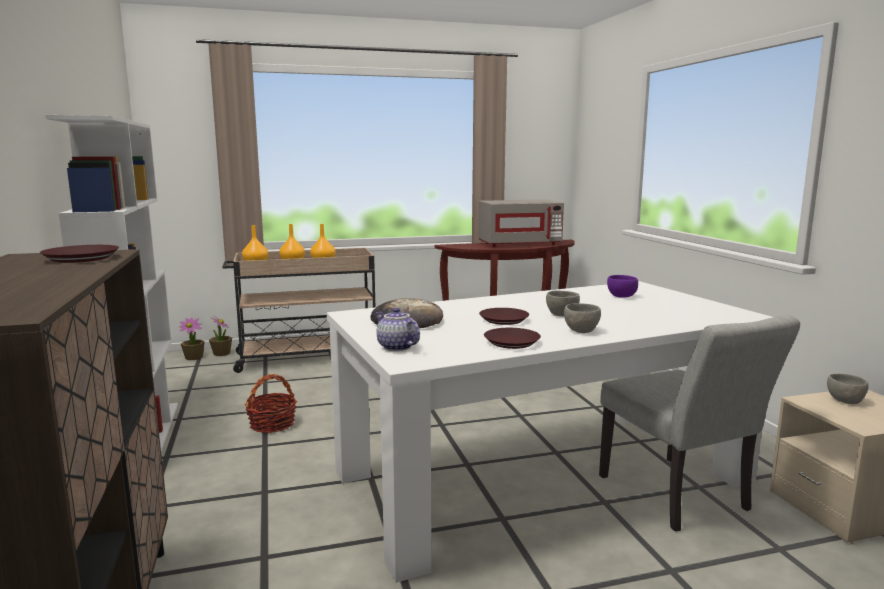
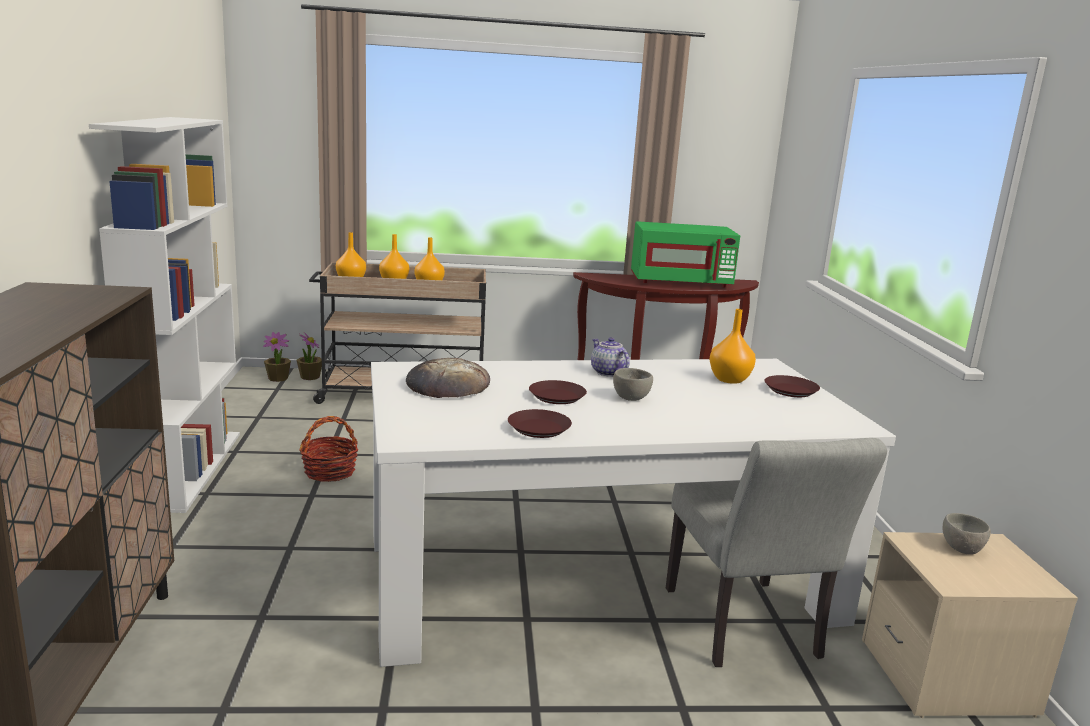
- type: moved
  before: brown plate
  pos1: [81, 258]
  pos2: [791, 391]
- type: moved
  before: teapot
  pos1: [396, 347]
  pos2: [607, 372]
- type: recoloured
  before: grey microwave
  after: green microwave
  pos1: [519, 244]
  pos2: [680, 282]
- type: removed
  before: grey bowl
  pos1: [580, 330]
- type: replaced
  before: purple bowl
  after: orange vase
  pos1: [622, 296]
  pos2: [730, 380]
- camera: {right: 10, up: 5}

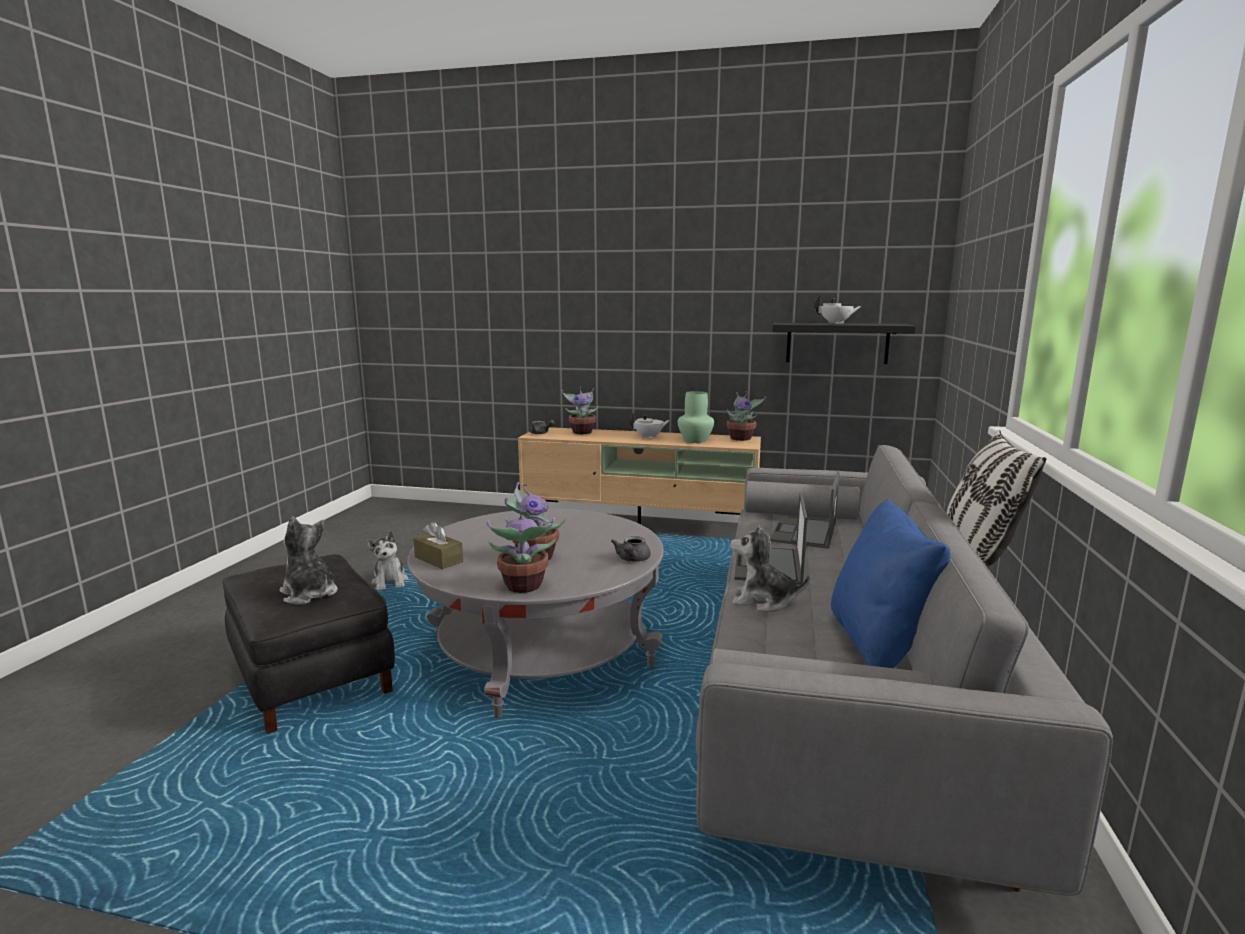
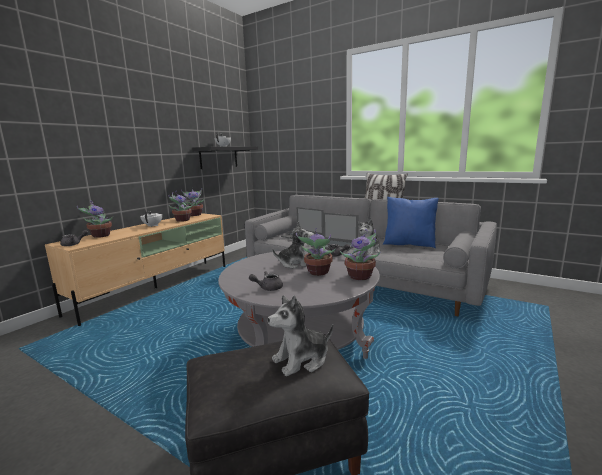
- type: moved
  before: plush toy
  pos1: [390, 582]
  pos2: [295, 264]
- type: removed
  before: brown tissue box
  pos1: [438, 559]
- type: replaced
  before: green vase
  after: potted plant
  pos1: [695, 440]
  pos2: [181, 220]
- type: added
  after: grey teapot
  pos2: [268, 288]
- camera: {right: -70, up: 0}

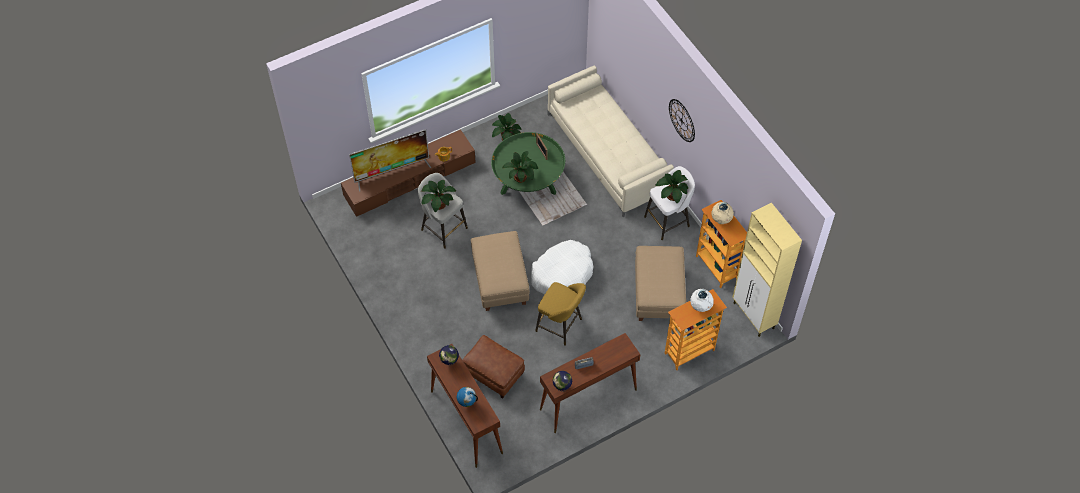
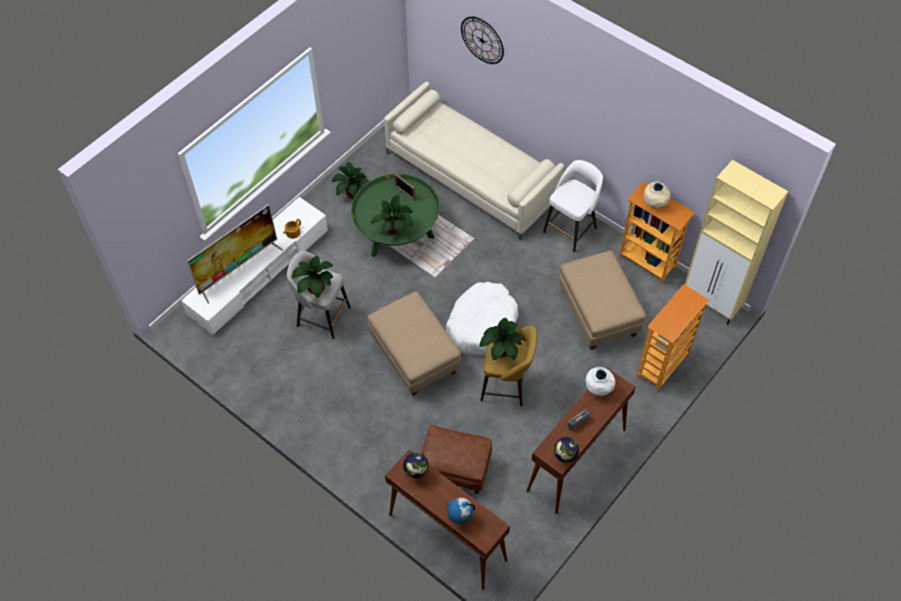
- type: recoloured
  before: brown tv stand
  after: white tv stand
  pos1: [410, 179]
  pos2: [259, 272]
- type: moved
  before: potted plant
  pos1: [672, 196]
  pos2: [501, 351]
- type: moved
  before: wall clock
  pos1: [681, 120]
  pos2: [482, 40]
- type: moved
  before: white vase
  pos1: [700, 307]
  pos2: [598, 389]
- camera: {right: -20, up: 0}

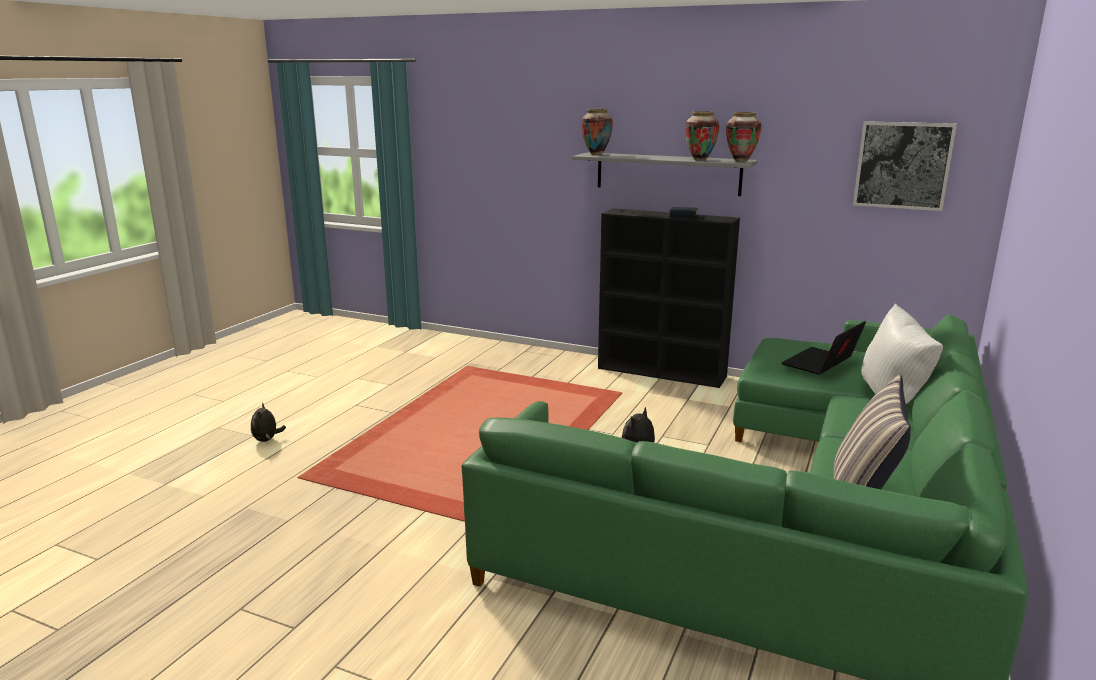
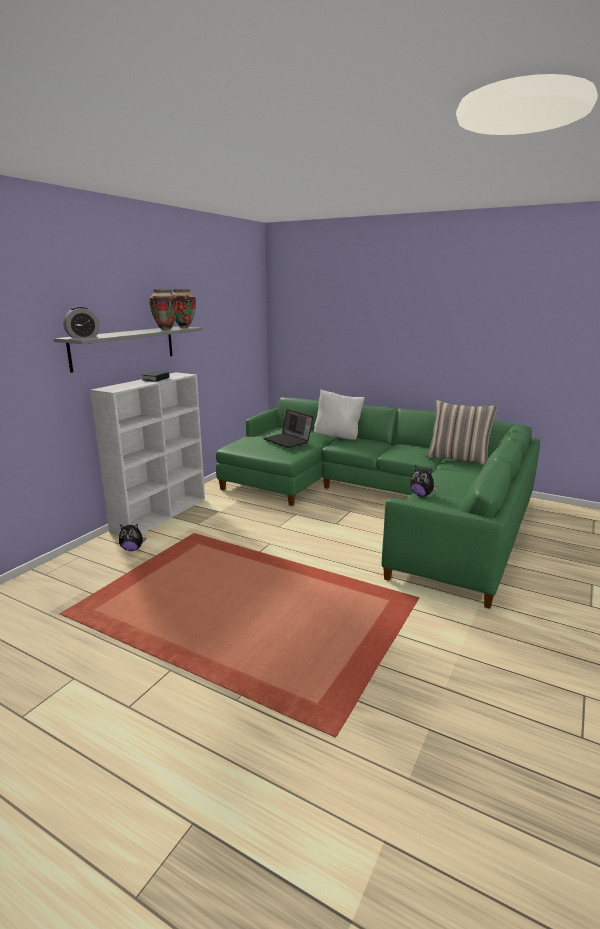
- type: moved
  before: plush toy
  pos1: [267, 440]
  pos2: [132, 549]
- type: replaced
  before: vase
  after: alarm clock
  pos1: [596, 154]
  pos2: [83, 337]
- type: recoloured
  before: black bookcase
  after: white bookcase
  pos1: [663, 372]
  pos2: [161, 514]
- type: removed
  before: picture
  pos1: [902, 165]
- camera: {right: -85, up: 0}

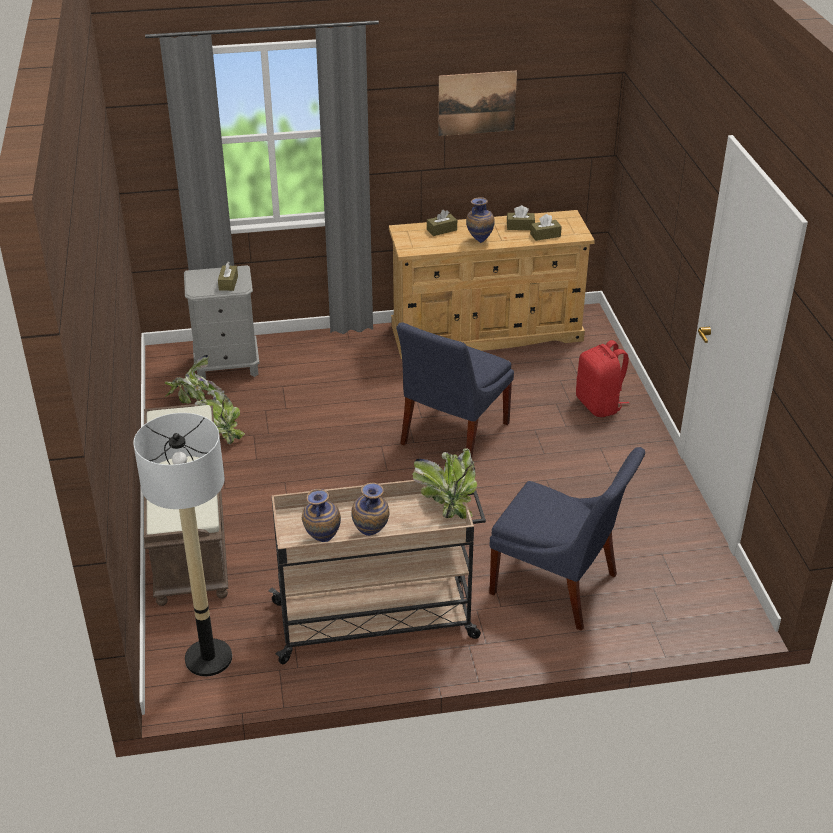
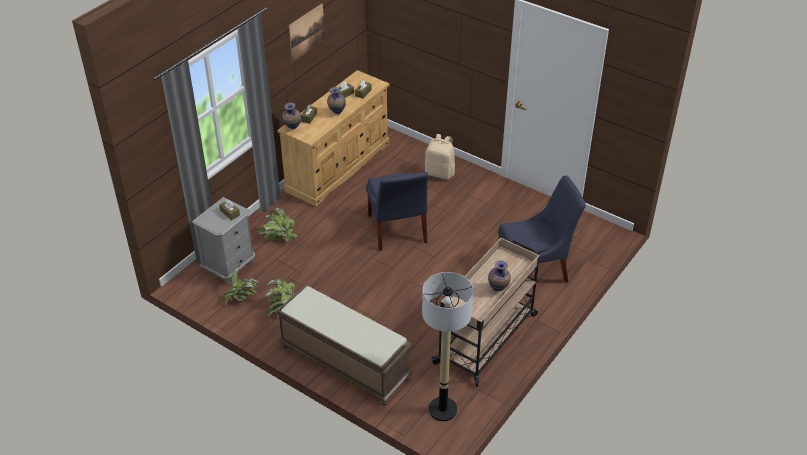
- type: moved
  before: vase
  pos1: [322, 540]
  pos2: [292, 129]
- type: moved
  before: potted plant
  pos1: [447, 503]
  pos2: [278, 237]
- type: recoloured
  before: red backpack
  after: beige backpack
  pos1: [599, 405]
  pos2: [440, 173]
- camera: {right: -45, up: 5}

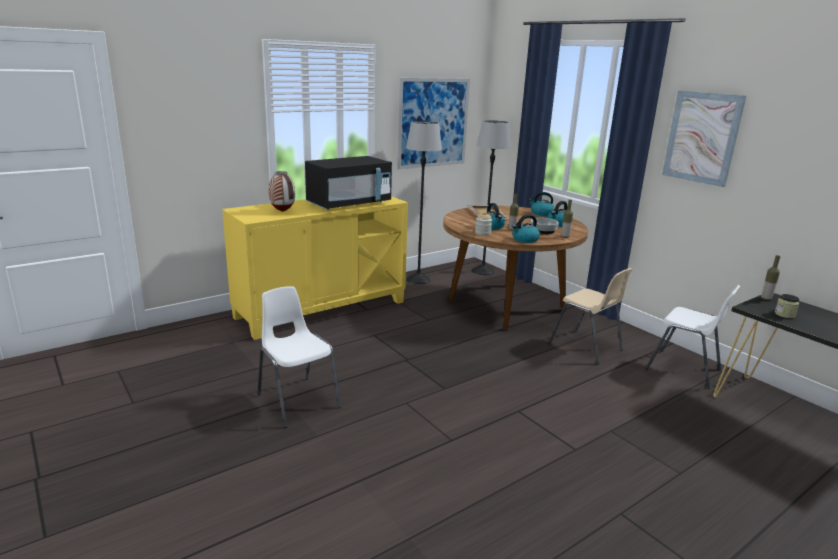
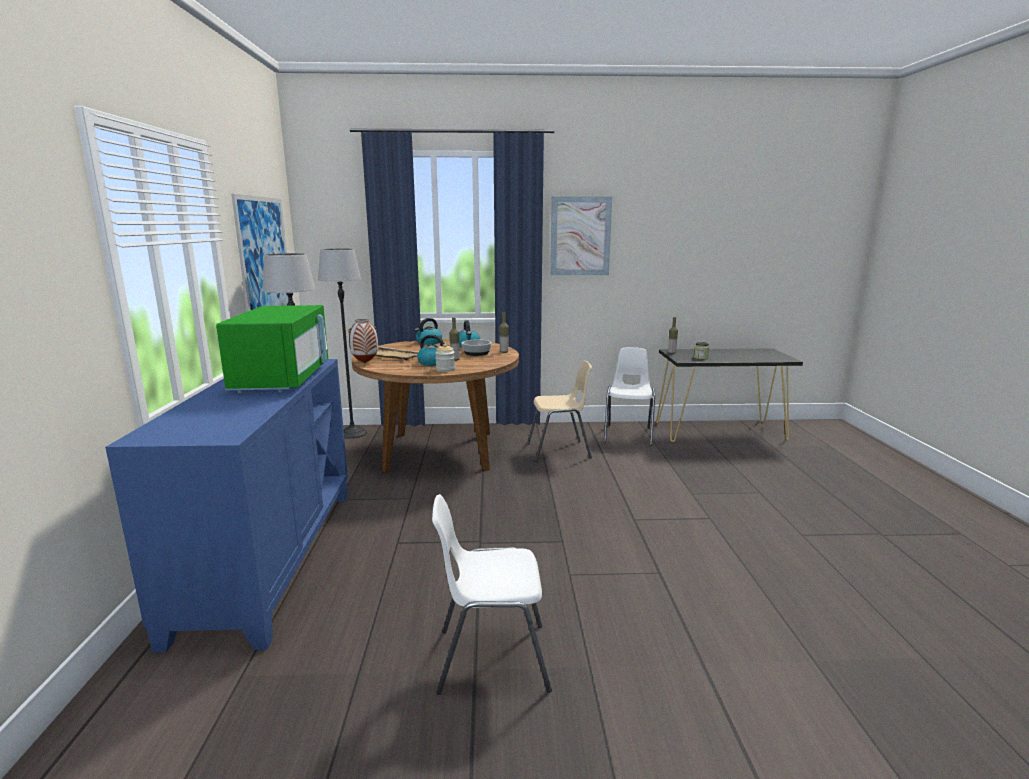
- type: recoloured
  before: yellow cabinet
  after: blue cabinet
  pos1: [321, 309]
  pos2: [270, 557]
- type: moved
  before: vase
  pos1: [282, 211]
  pos2: [364, 363]
- type: recoloured
  before: black microwave
  after: green microwave
  pos1: [349, 204]
  pos2: [283, 379]
- type: removed
  before: kettle
  pos1: [525, 240]
- type: turned
  before: white chair
  pos1: [684, 369]
  pos2: [628, 434]
  turn: -60
- camera: {right: -55, up: -5}

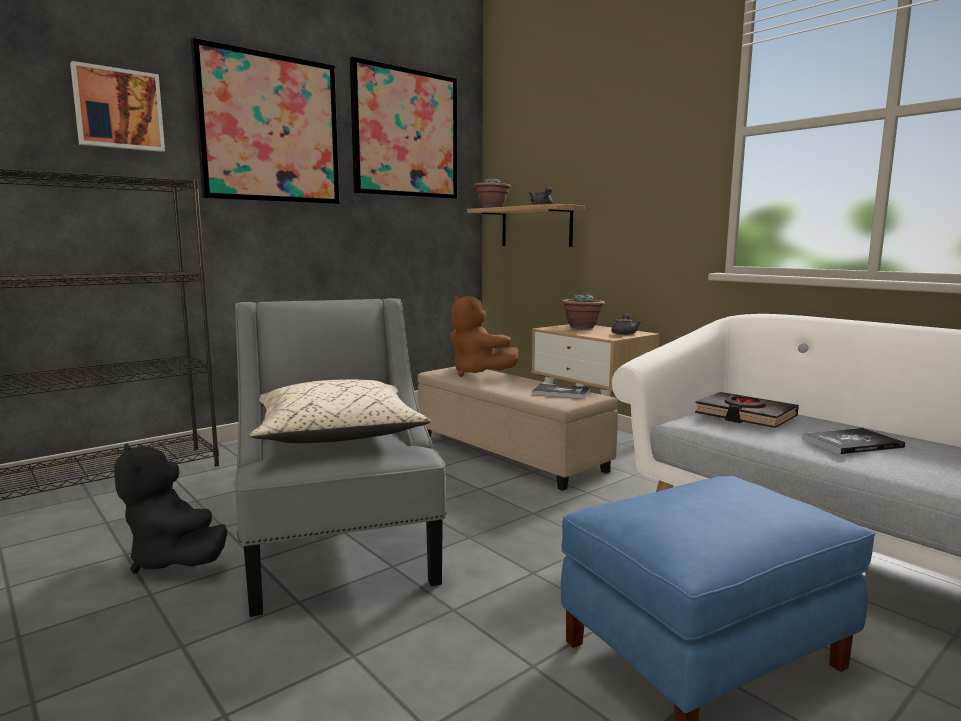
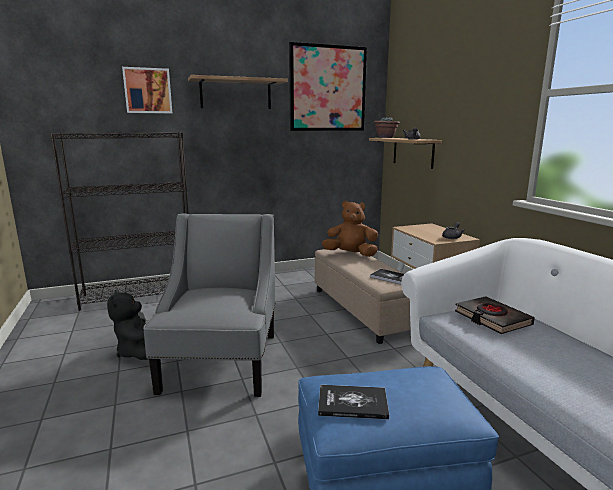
- type: replaced
  before: picture
  after: shelf
  pos1: [270, 129]
  pos2: [236, 94]
- type: removed
  before: beige pillow
  pos1: [337, 434]
- type: turned
  before: brown plush toy
  pos1: [477, 373]
  pos2: [351, 254]
  turn: 120
- type: removed
  before: potted plant
  pos1: [582, 327]
- type: moved
  before: book
  pos1: [852, 443]
  pos2: [352, 403]
- camera: {right: 20, up: 5}

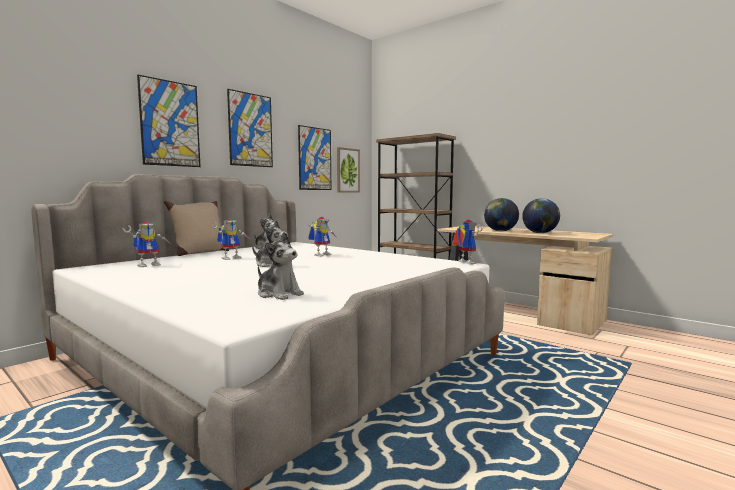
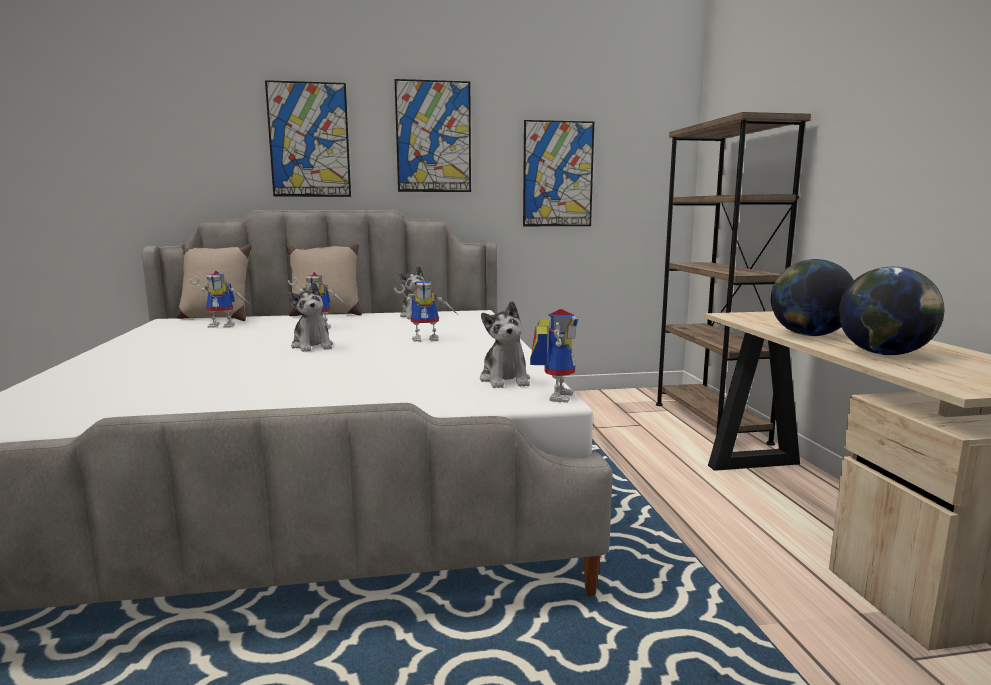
- type: moved
  before: plush toy
  pos1: [279, 294]
  pos2: [505, 380]
- type: removed
  before: picture
  pos1: [347, 170]
- type: added
  after: beige pillow
  pos2: [216, 318]
- camera: {right: 40, up: 5}

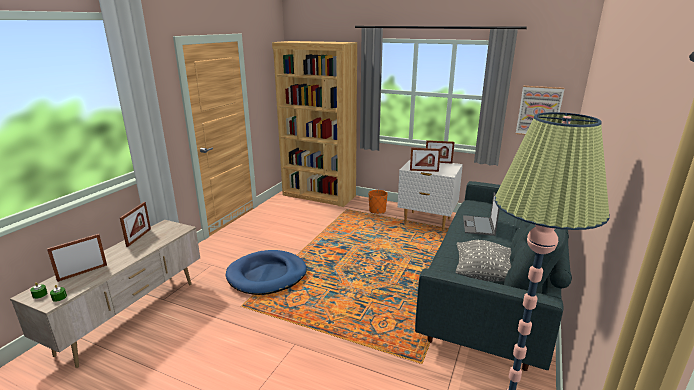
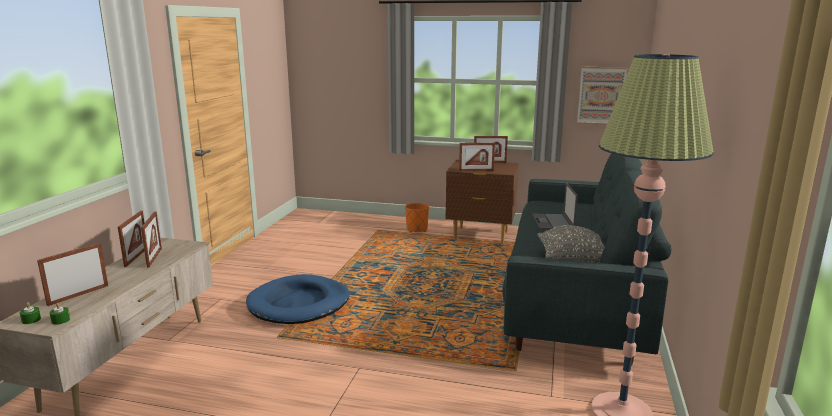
- type: removed
  before: brown bookcase
  pos1: [319, 195]
- type: recoloured
  before: white nightstand
  after: brown nightstand
  pos1: [427, 221]
  pos2: [481, 236]
- type: added
  after: picture frame
  pos2: [154, 257]
- camera: {right: -10, up: -5}

